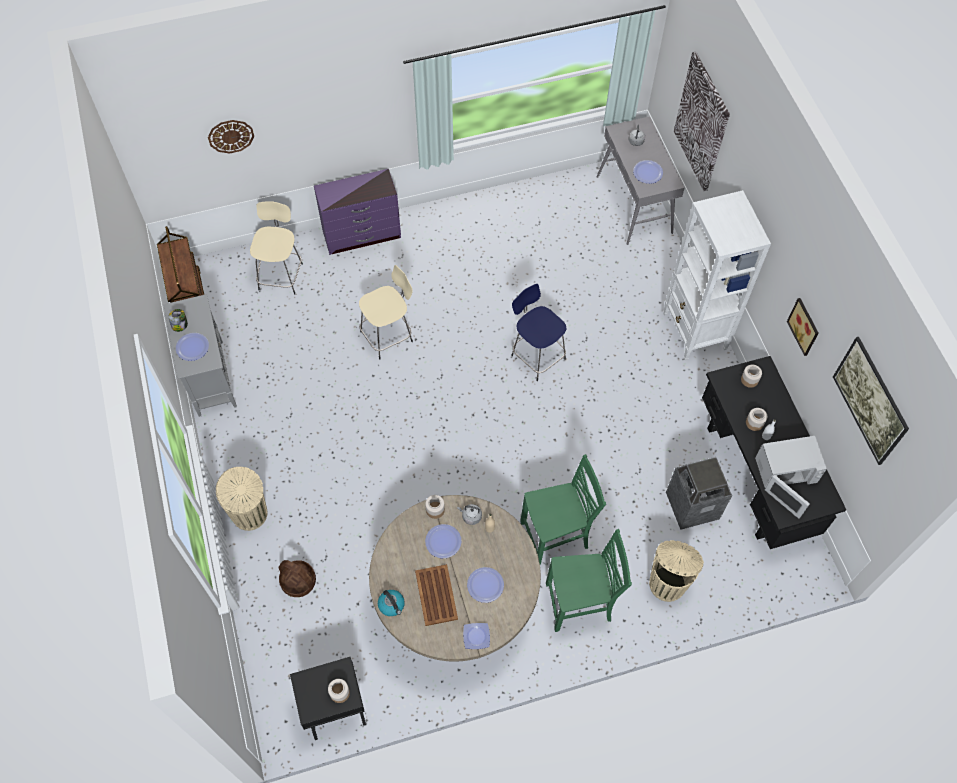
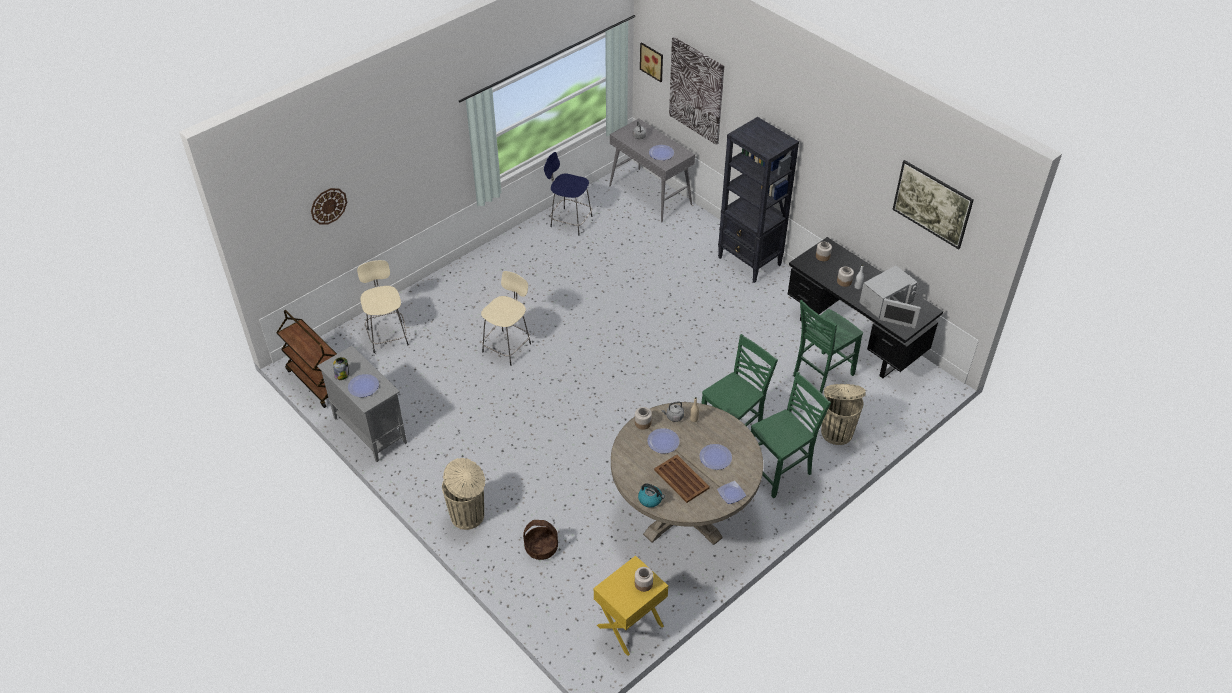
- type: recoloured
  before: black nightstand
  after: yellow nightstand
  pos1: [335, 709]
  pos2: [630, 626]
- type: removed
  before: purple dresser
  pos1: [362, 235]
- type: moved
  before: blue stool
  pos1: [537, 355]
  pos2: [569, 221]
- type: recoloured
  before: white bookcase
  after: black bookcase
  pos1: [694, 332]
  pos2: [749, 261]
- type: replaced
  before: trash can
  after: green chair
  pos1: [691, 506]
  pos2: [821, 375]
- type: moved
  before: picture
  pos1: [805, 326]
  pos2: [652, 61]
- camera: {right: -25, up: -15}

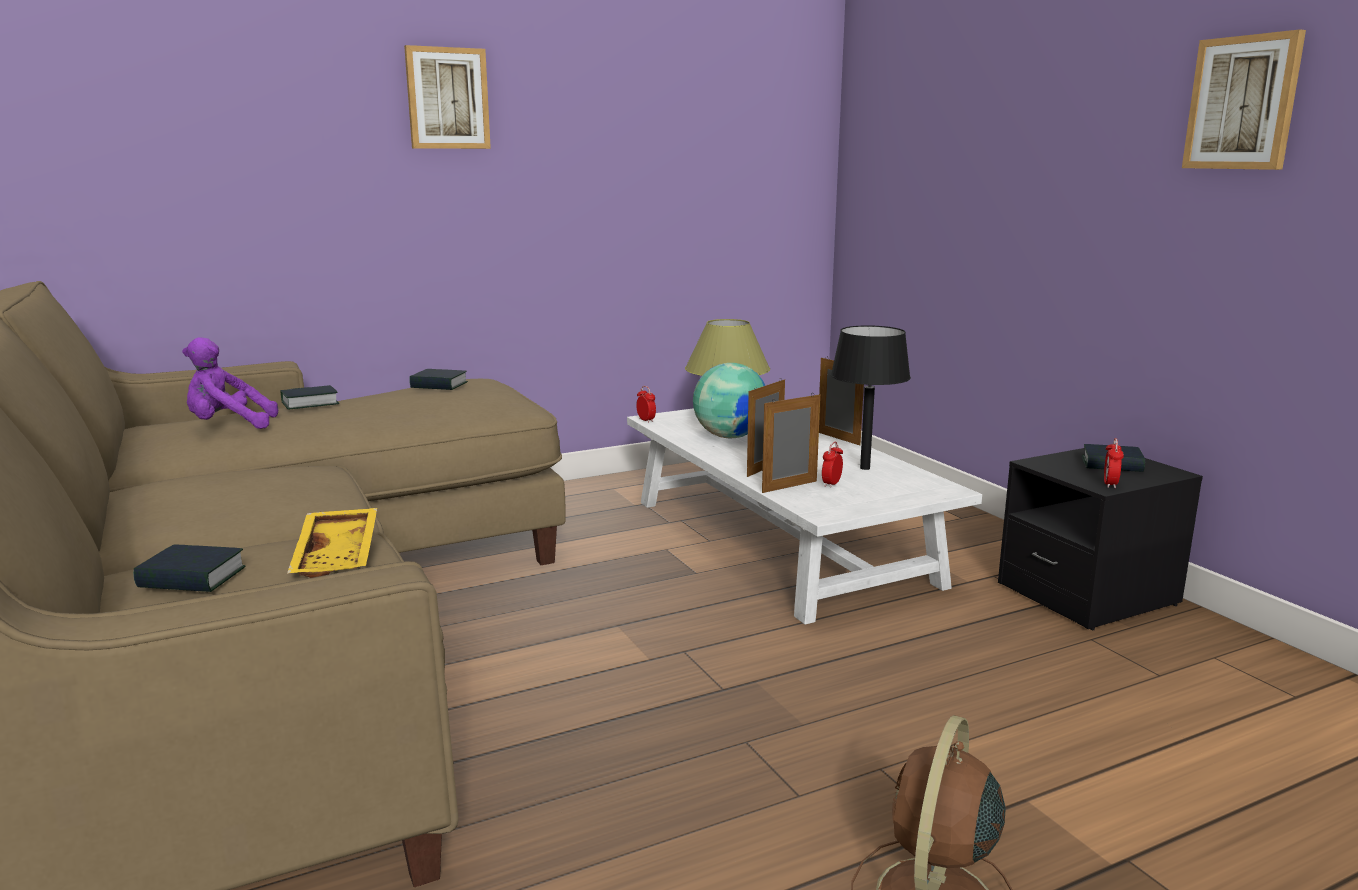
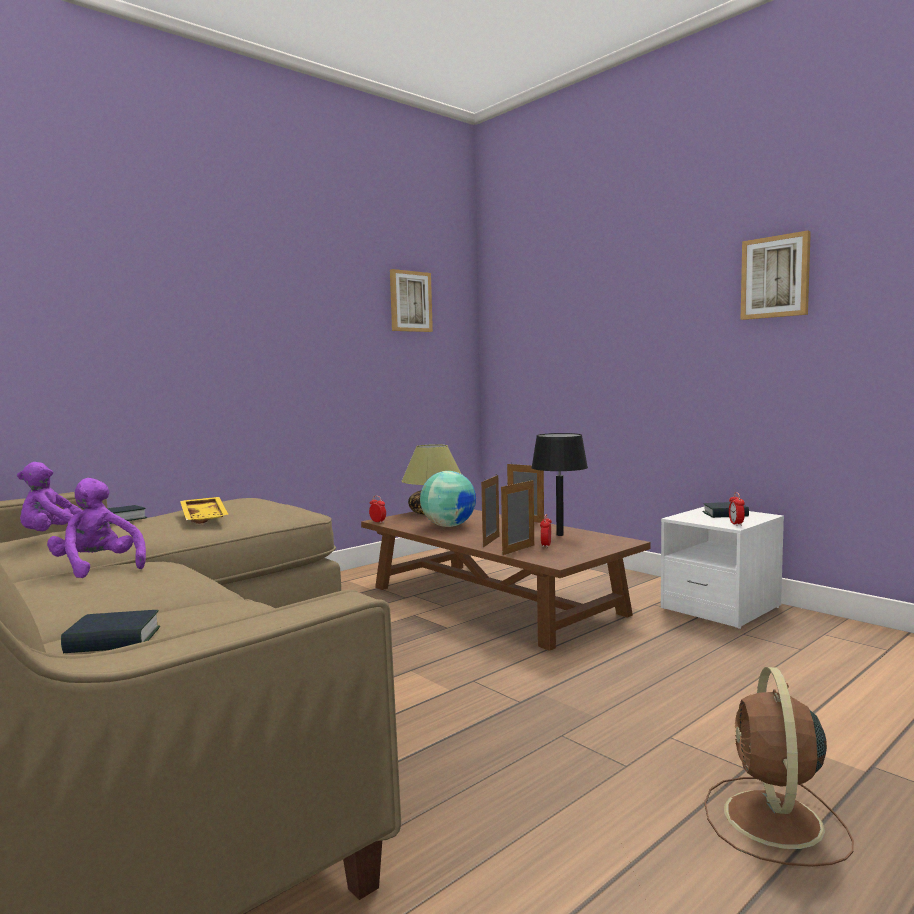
- type: moved
  before: yellow tray
  pos1: [339, 555]
  pos2: [205, 517]
- type: moved
  before: picture
  pos1: [447, 98]
  pos2: [410, 301]
- type: removed
  before: book
  pos1: [439, 385]
- type: recoloured
  before: white coffee table
  after: brown coffee table
  pos1: [776, 541]
  pos2: [492, 600]
- type: recoloured
  before: black nightstand
  after: white nightstand
  pos1: [1087, 594]
  pos2: [721, 608]
- type: added
  after: purple plush toy
  pos2: [98, 568]
- camera: {right: -15, up: -10}

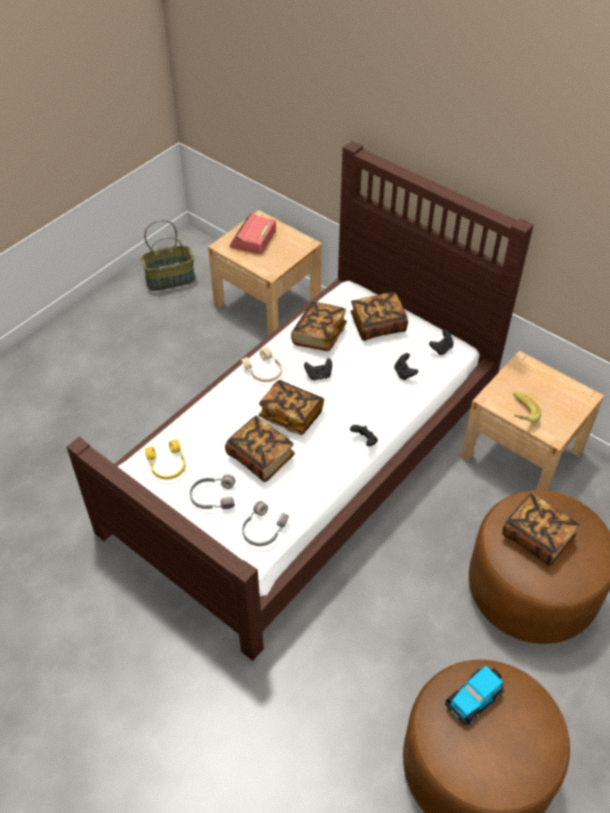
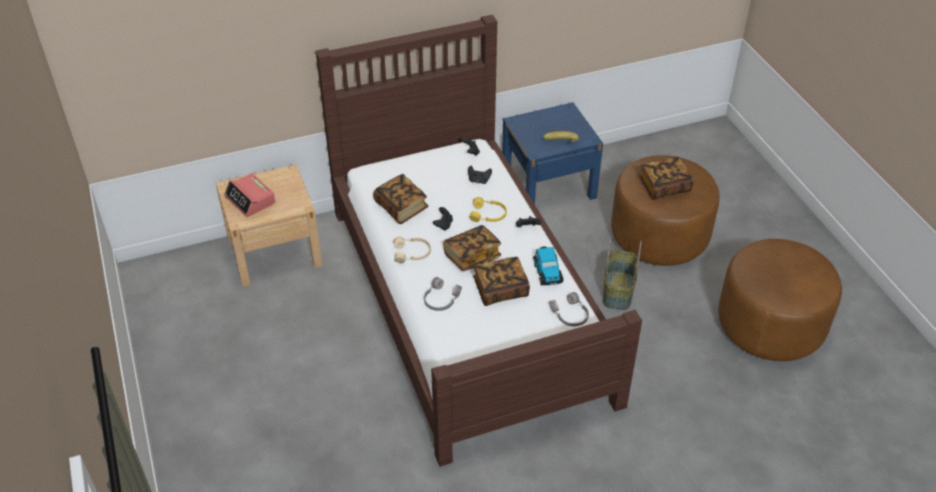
- type: moved
  before: basket
  pos1: [170, 279]
  pos2: [617, 290]
- type: moved
  before: yellow headphones
  pos1: [167, 465]
  pos2: [488, 215]
- type: moved
  before: grey headphones
  pos1: [213, 496]
  pos2: [440, 299]
- type: removed
  before: book
  pos1: [378, 325]
- type: moved
  before: toy car
  pos1: [474, 699]
  pos2: [547, 272]
- type: recoloured
  before: beige nightstand
  after: blue nightstand
  pos1: [521, 454]
  pos2: [548, 185]
- camera: {right: -60, up: -5}

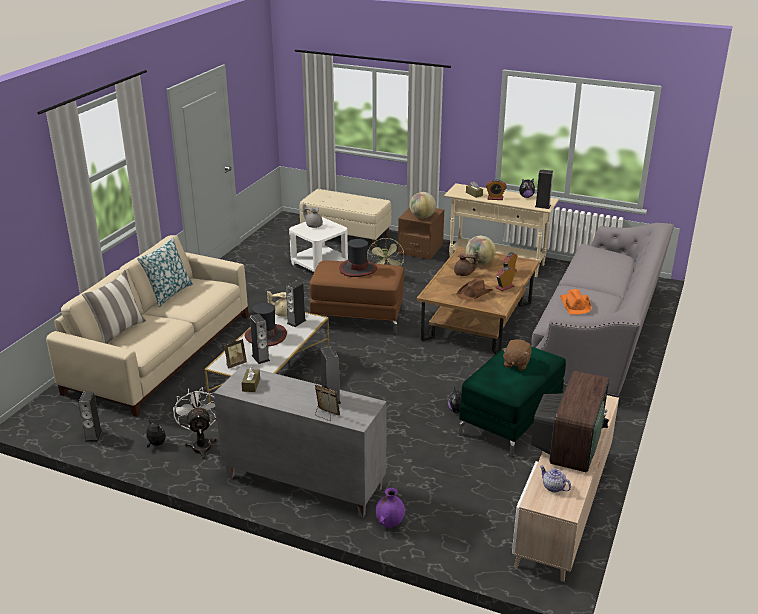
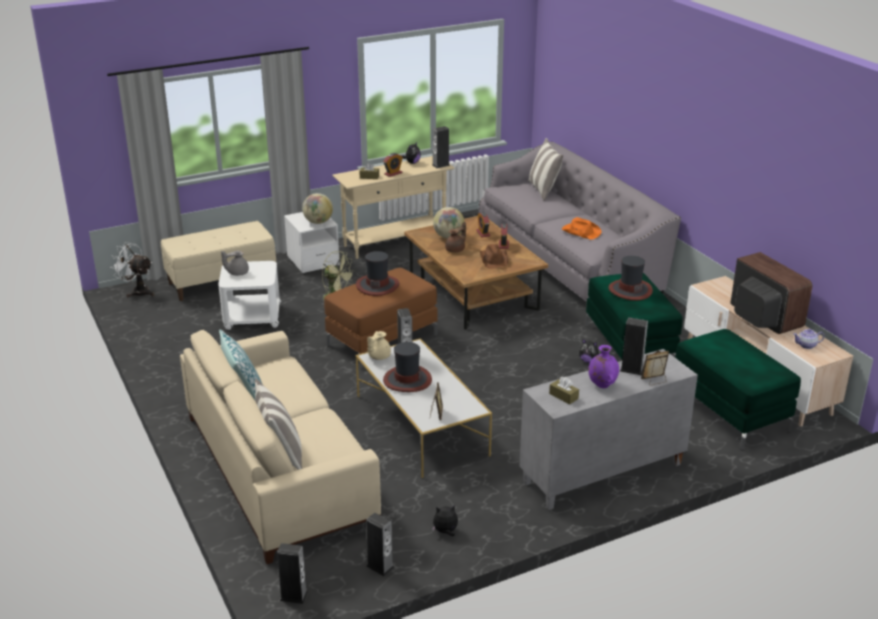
- type: moved
  before: white fan
  pos1: [201, 444]
  pos2: [137, 291]
- type: moved
  before: speaker
  pos1: [260, 358]
  pos2: [294, 596]
- type: moved
  before: purple vase
  pos1: [390, 523]
  pos2: [602, 385]
- type: recoloured
  before: brown nightstand
  after: white nightstand
  pos1: [420, 249]
  pos2: [313, 261]
- type: replaced
  before: brown plush toy
  after: hat
  pos1: [516, 363]
  pos2: [630, 290]
- type: added
  after: pillow
  pos2: [544, 190]
- type: added
  after: green ottoman
  pos2: [729, 413]
- camera: {right: -50, up: 0}

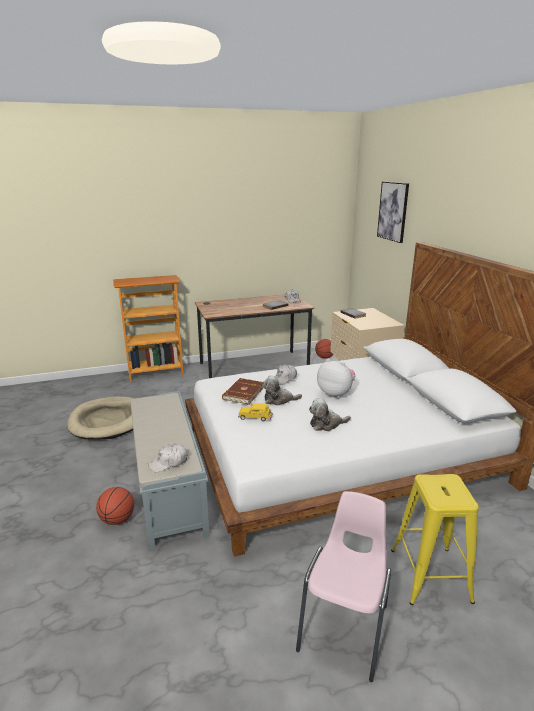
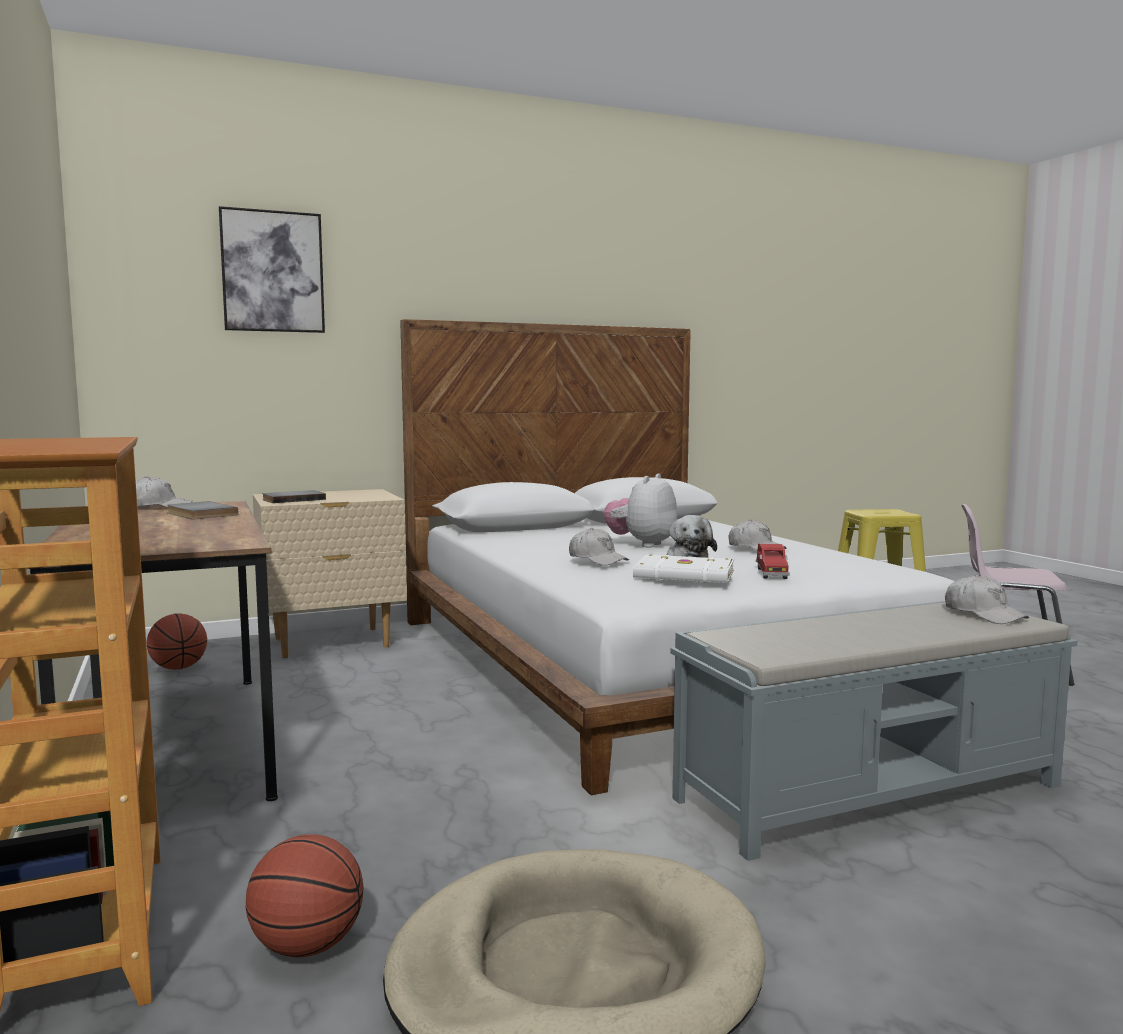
- type: moved
  before: basketball
  pos1: [117, 519]
  pos2: [307, 946]
- type: recoloured
  before: brown book
  after: white book
  pos1: [242, 393]
  pos2: [684, 575]
- type: recoloured
  before: yellow toy car
  after: red toy car
  pos1: [255, 417]
  pos2: [771, 573]
- type: replaced
  before: plush toy
  after: white cap
  pos1: [326, 424]
  pos2: [756, 548]
- camera: {right: -95, up: -15}

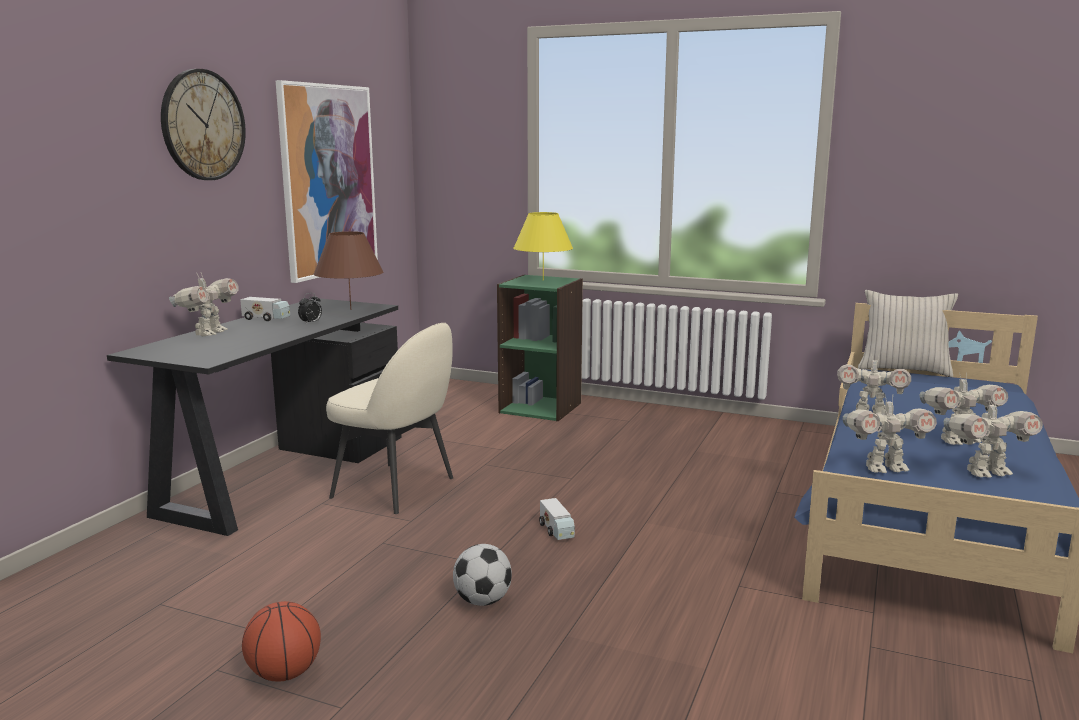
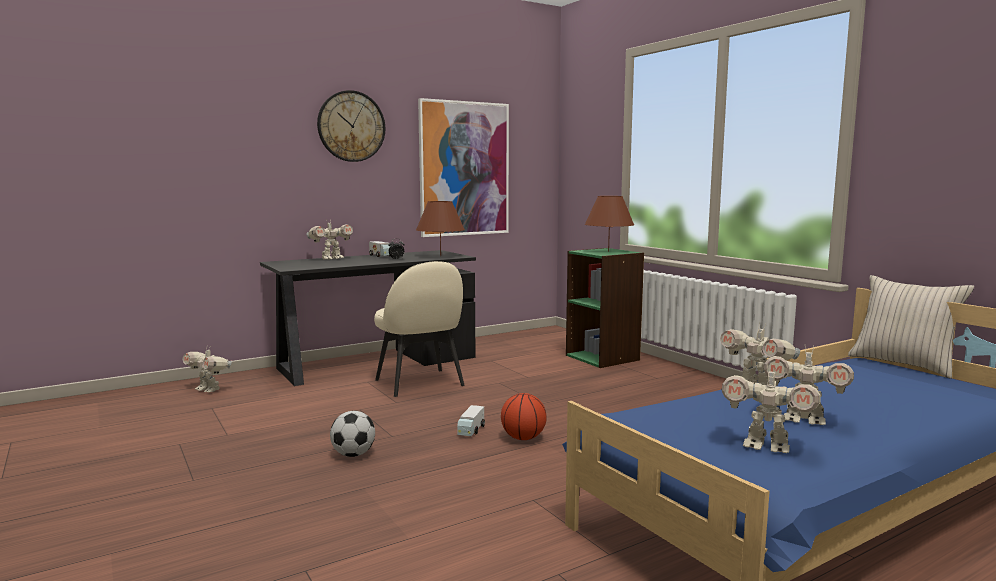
- type: moved
  before: basketball
  pos1: [284, 674]
  pos2: [523, 438]
- type: recoloured
  before: yellow table lamp
  after: brown table lamp
  pos1: [543, 280]
  pos2: [608, 251]
- type: moved
  before: toy robot
  pos1: [884, 468]
  pos2: [209, 389]
- camera: {right: 35, up: -5}

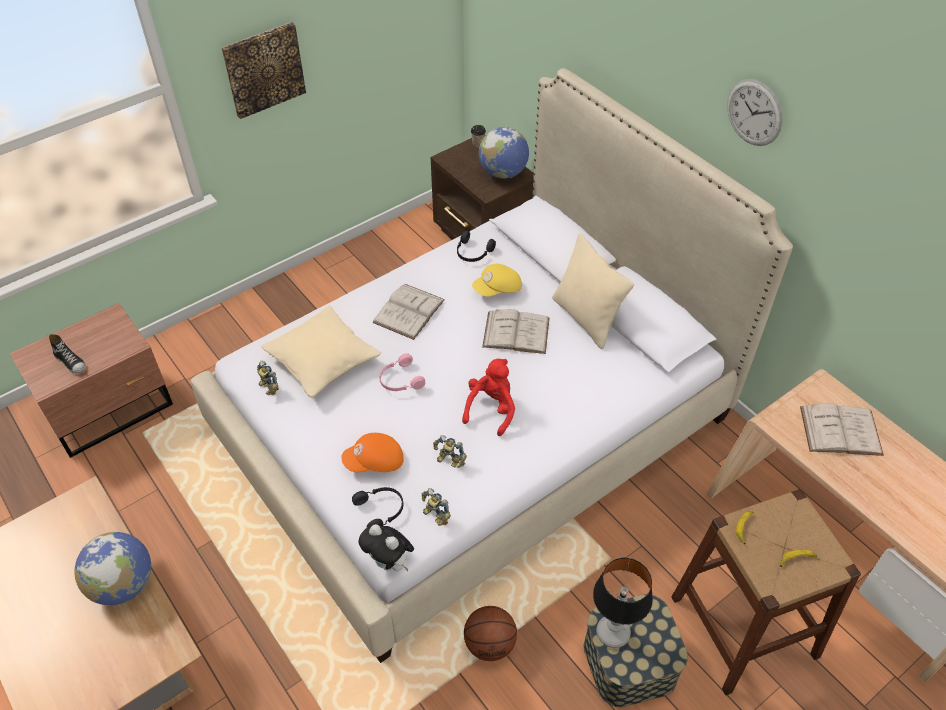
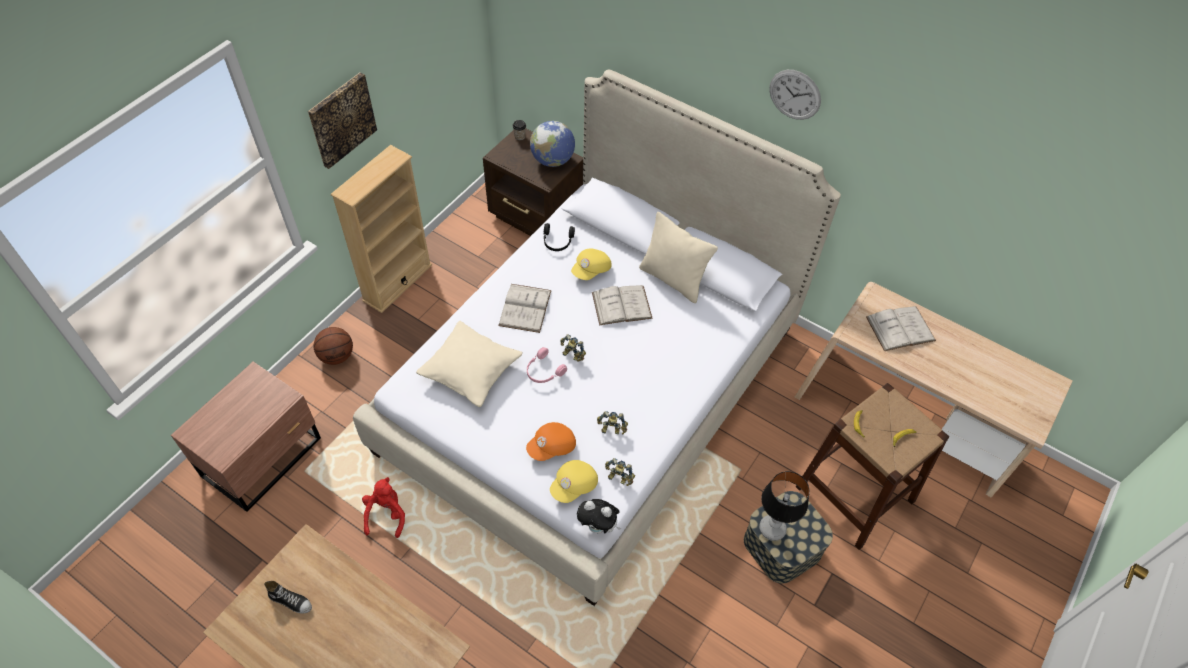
- type: moved
  before: shoe
  pos1: [71, 361]
  pos2: [291, 600]
- type: removed
  before: globe
  pos1: [123, 584]
- type: moved
  before: toy robot
  pos1: [267, 388]
  pos2: [571, 355]
- type: replaced
  before: black headphones
  after: yellow cap
  pos1: [381, 510]
  pos2: [574, 486]
- type: moved
  before: red plush toy
  pos1: [491, 409]
  pos2: [386, 514]
- type: moved
  before: basketball
  pos1: [490, 644]
  pos2: [337, 356]
- type: added
  after: beige bookcase
  pos2: [397, 282]
- camera: {right: -20, up: 5}

